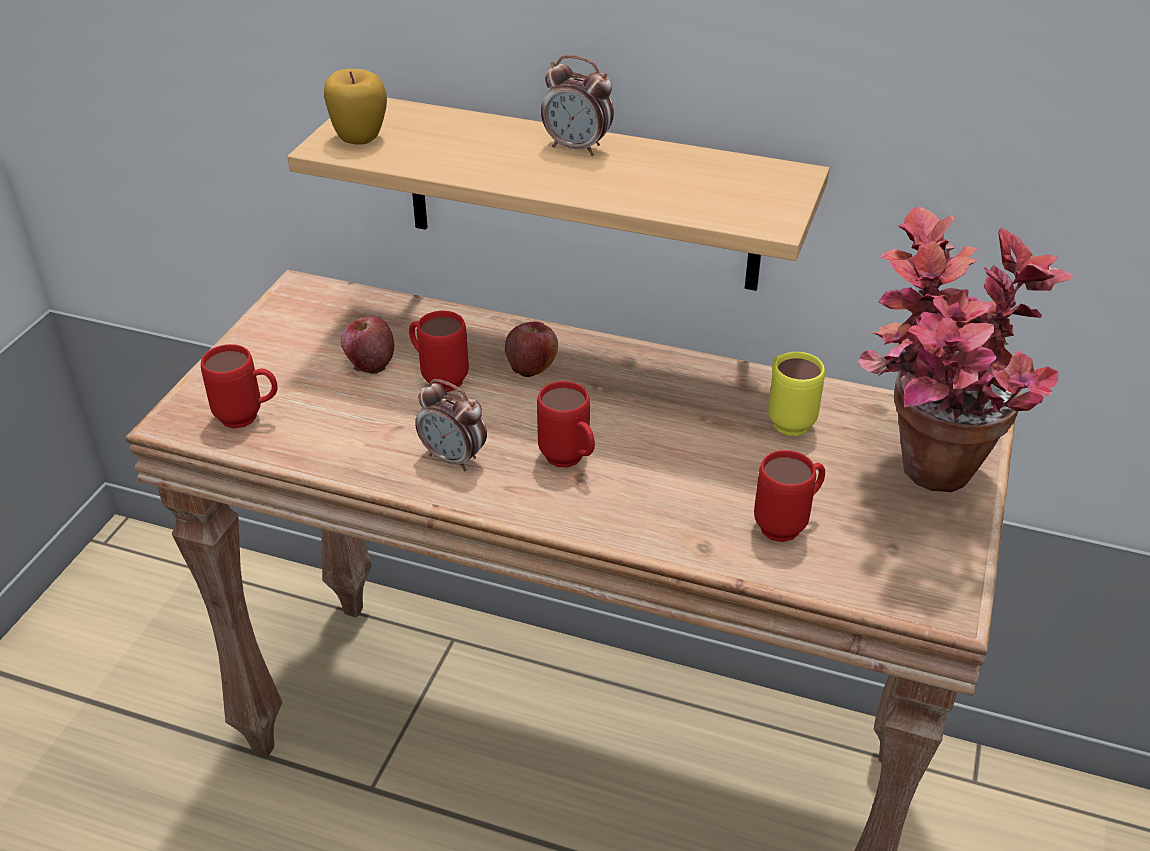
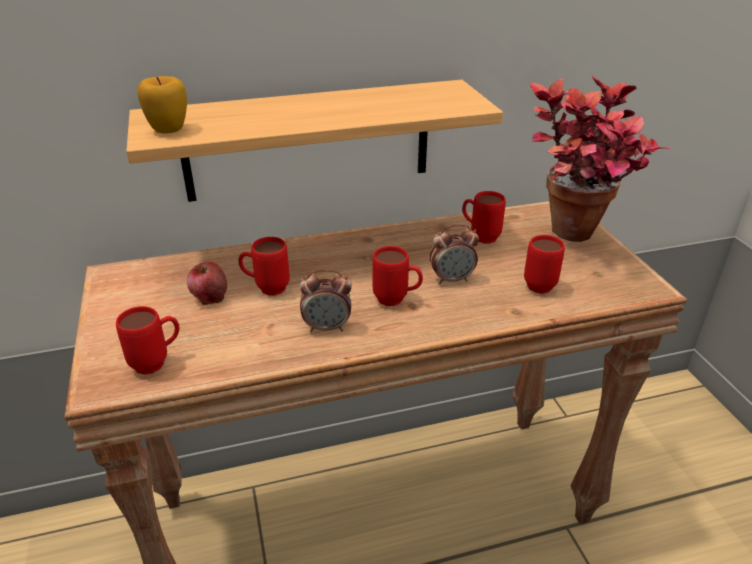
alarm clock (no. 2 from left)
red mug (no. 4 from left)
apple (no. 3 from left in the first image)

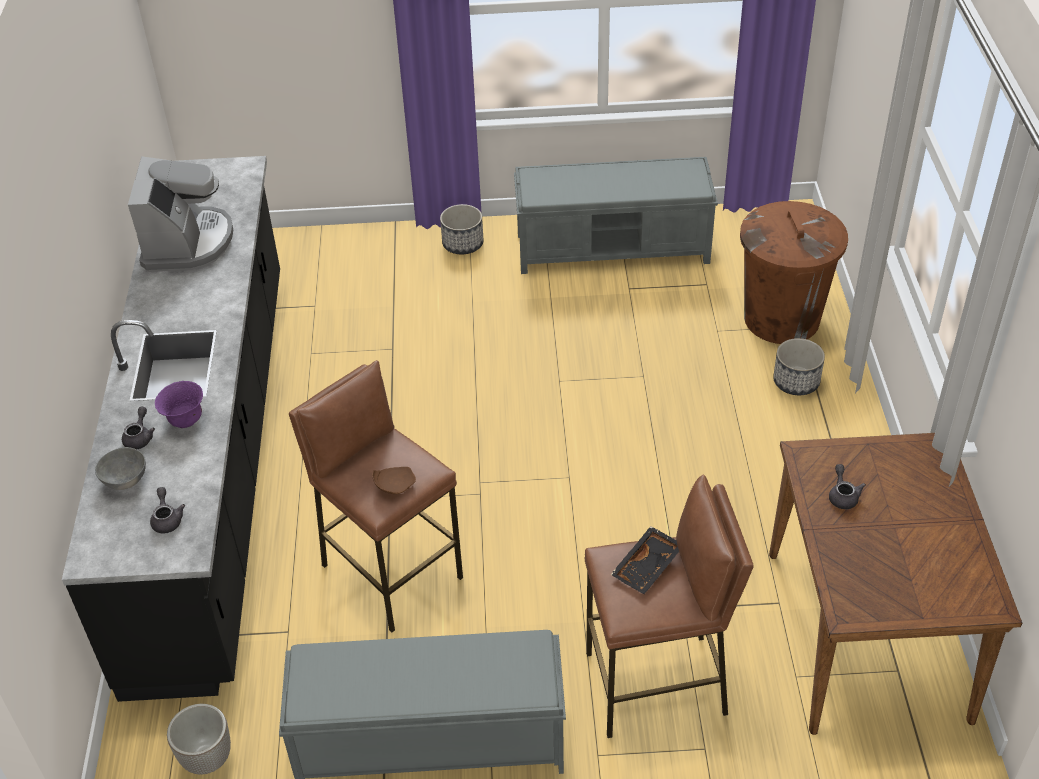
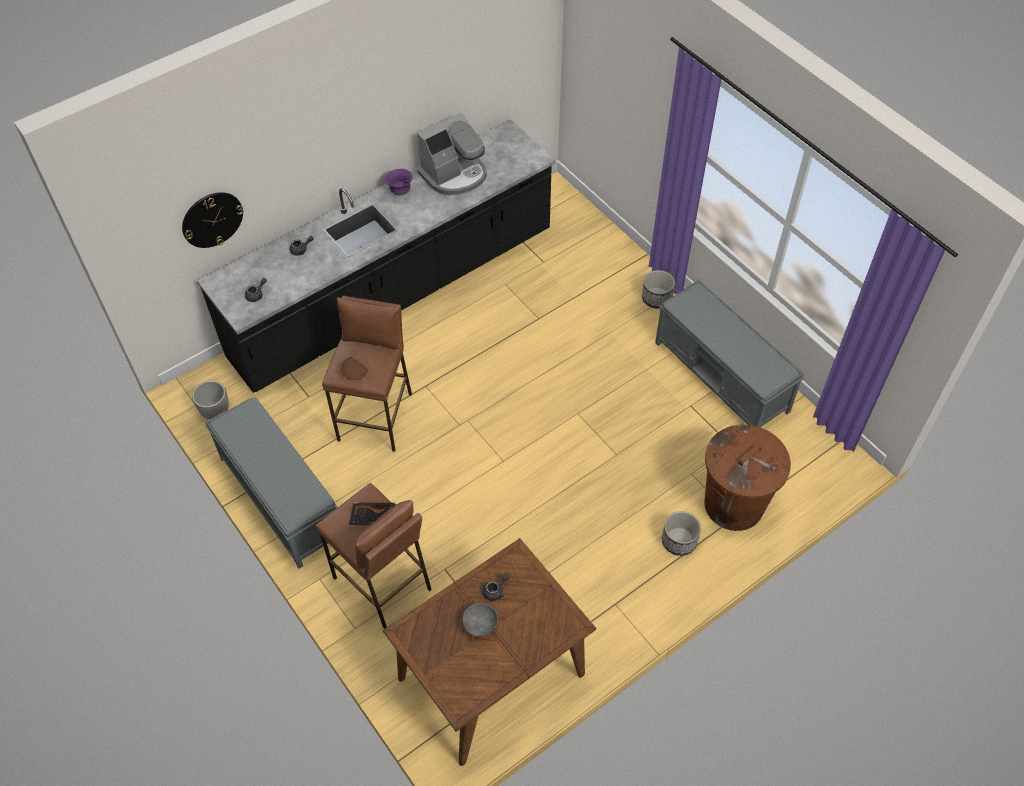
wall clock
purple bowl
grey bowl

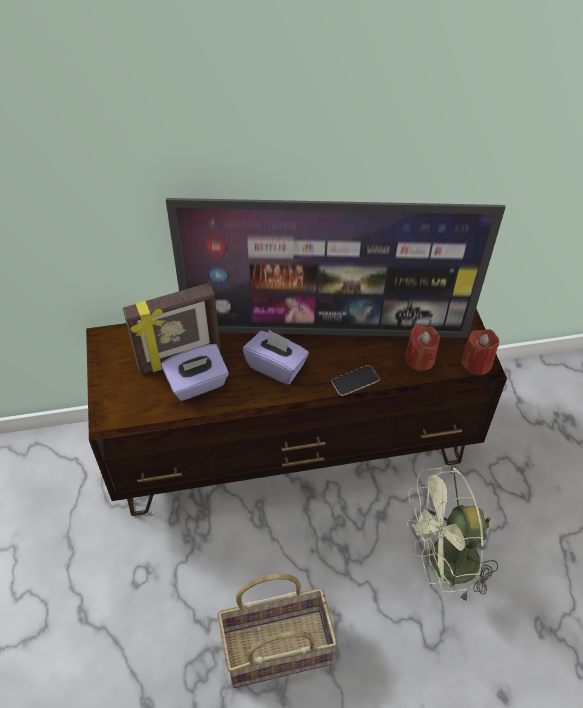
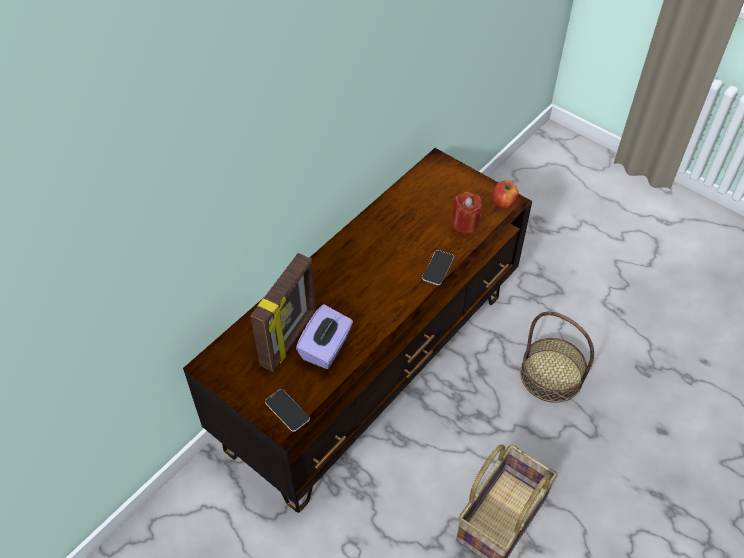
phone (no. 1 from left)
apple
basket (no. 2 from left)
television
purple tissue box (no. 2 from left in the first image)

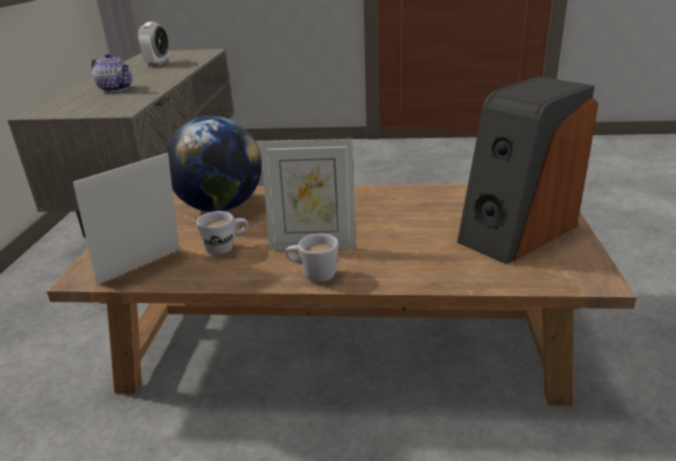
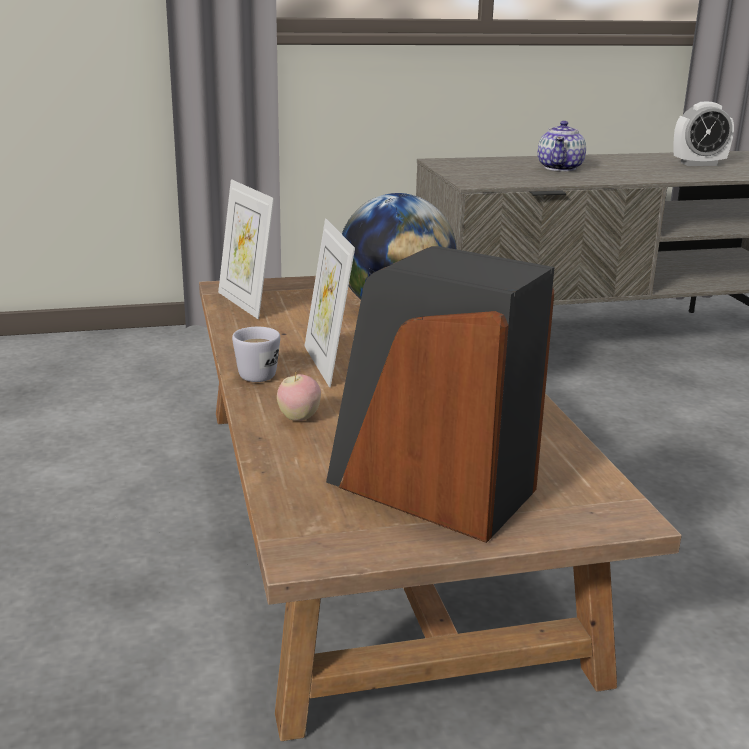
picture frame (no. 1 from left)
apple
white mug (no. 1 from left in the first image)

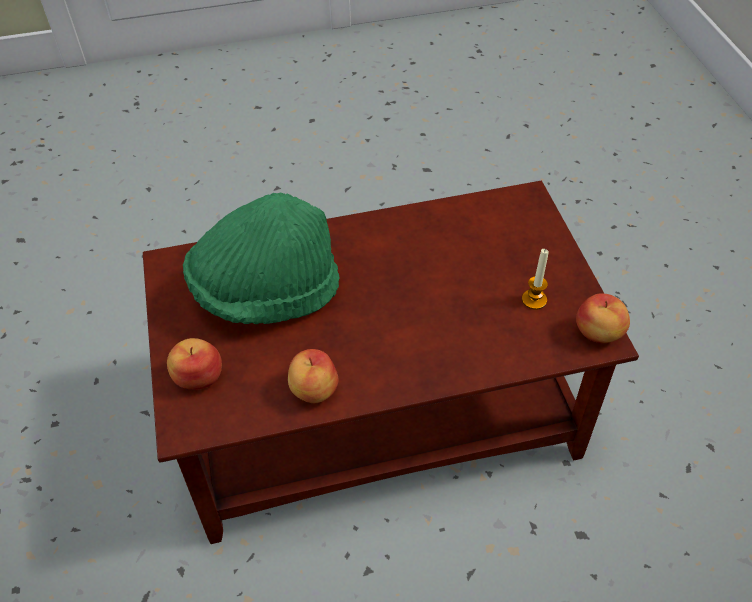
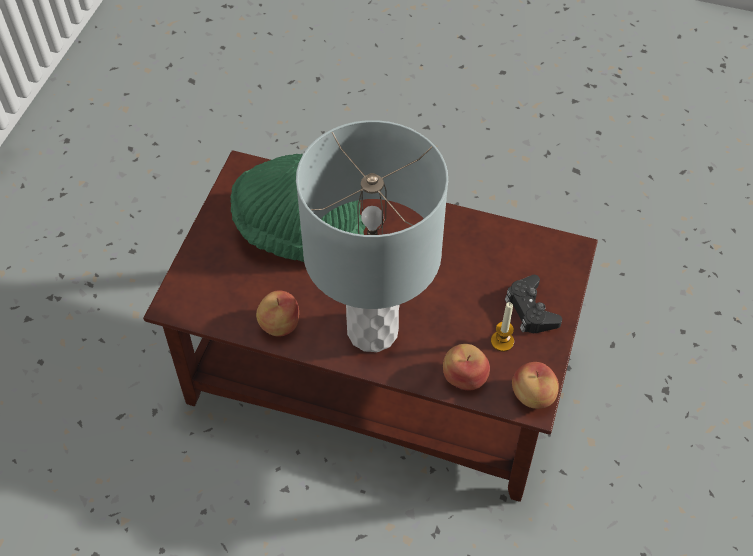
grey table lamp
apple (no. 2 from left)
black game controller

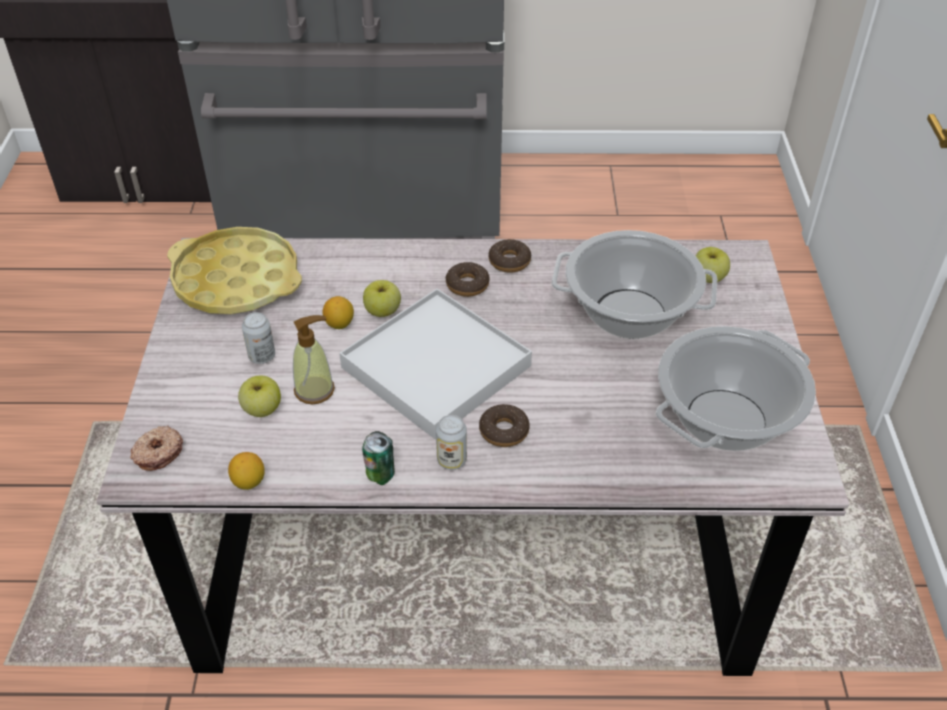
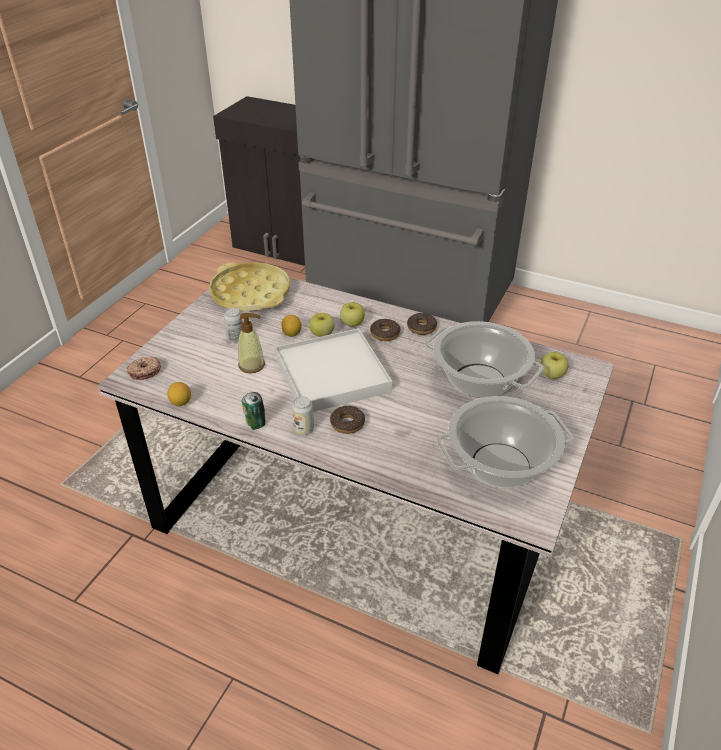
apple (no. 2 from left)

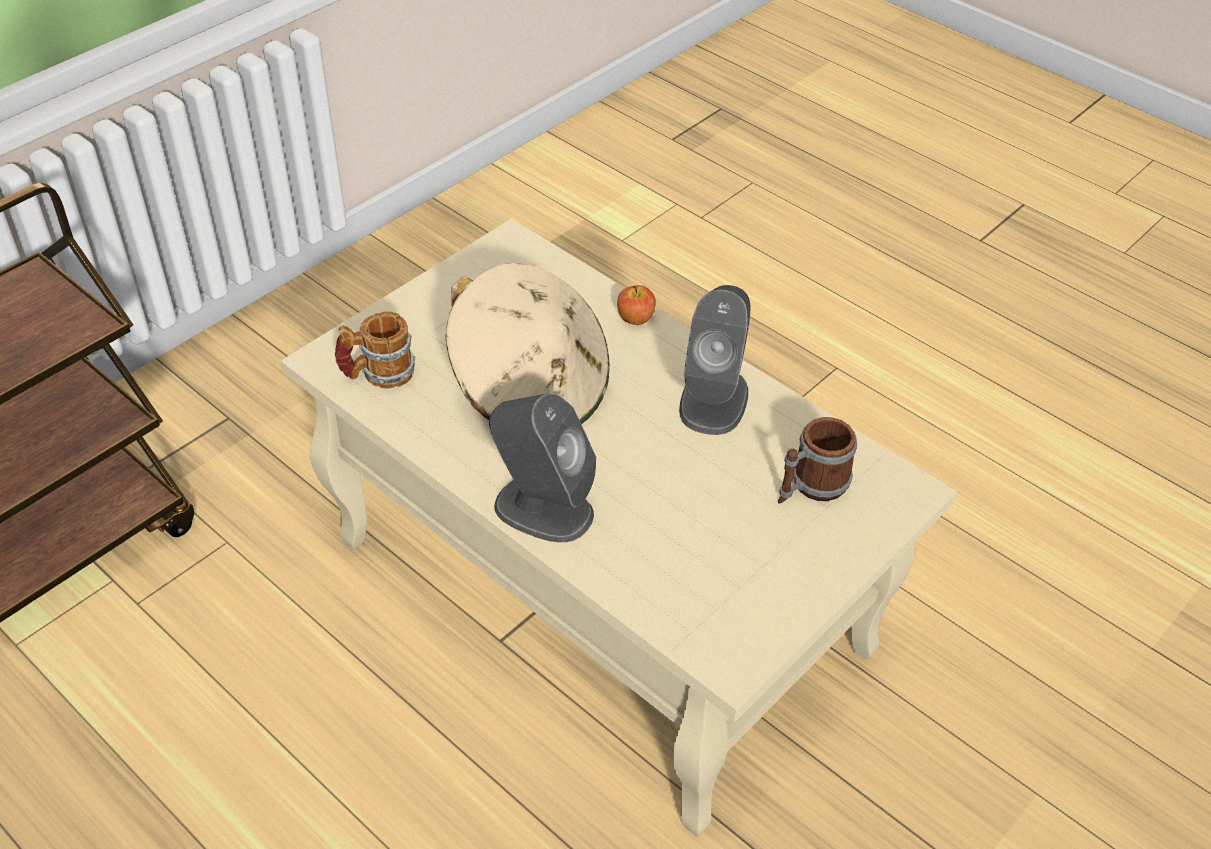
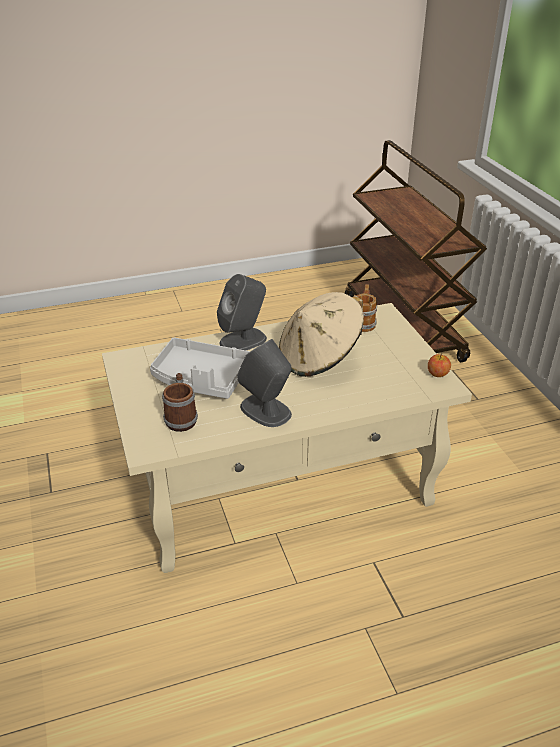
grey tray
apple

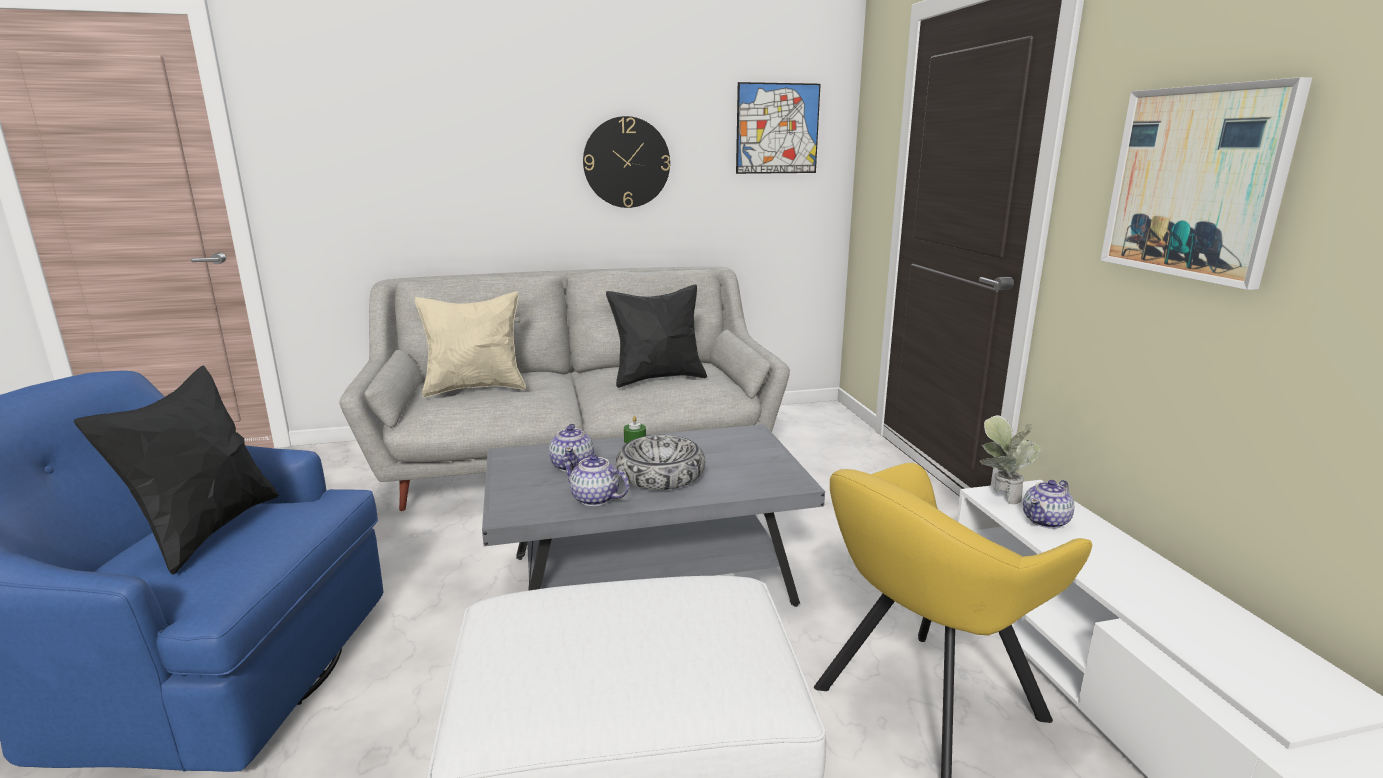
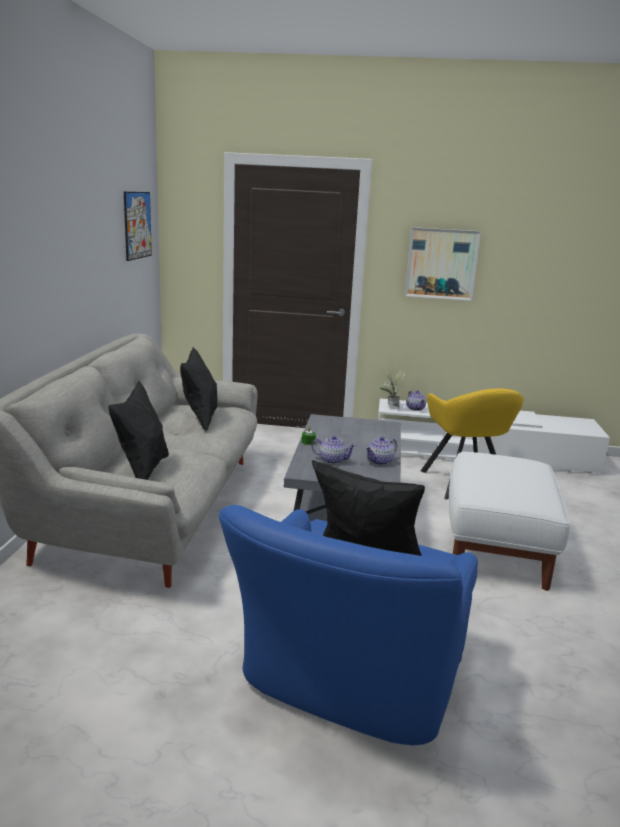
black pillow (no. 1 from left)
wall clock
bowl

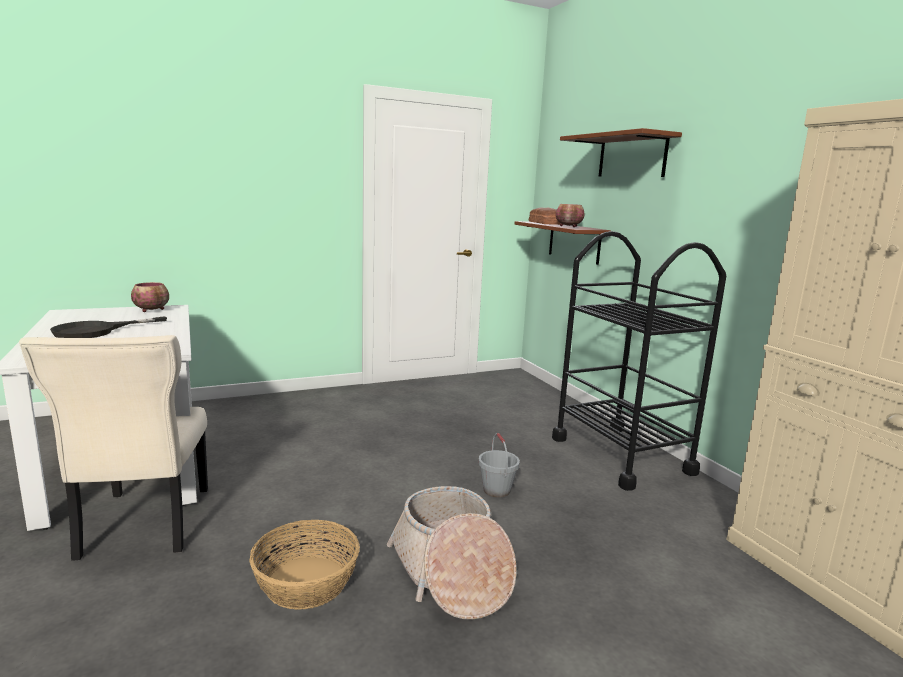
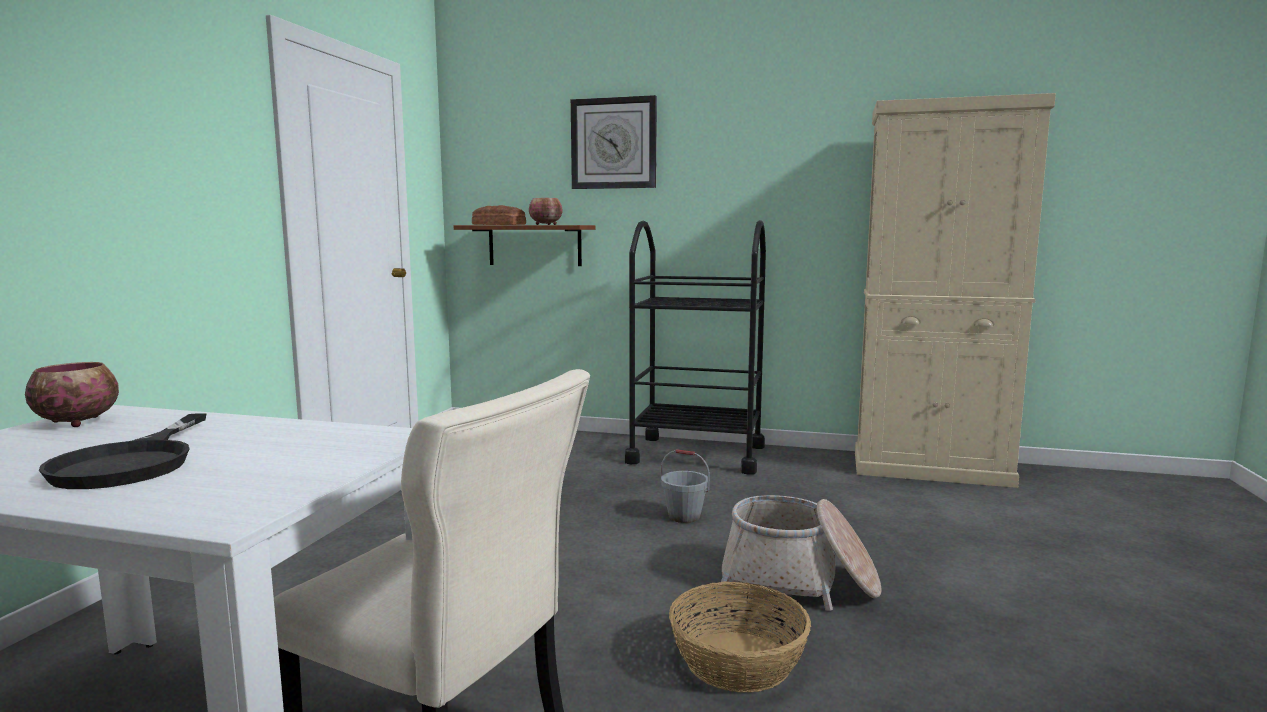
wall clock

